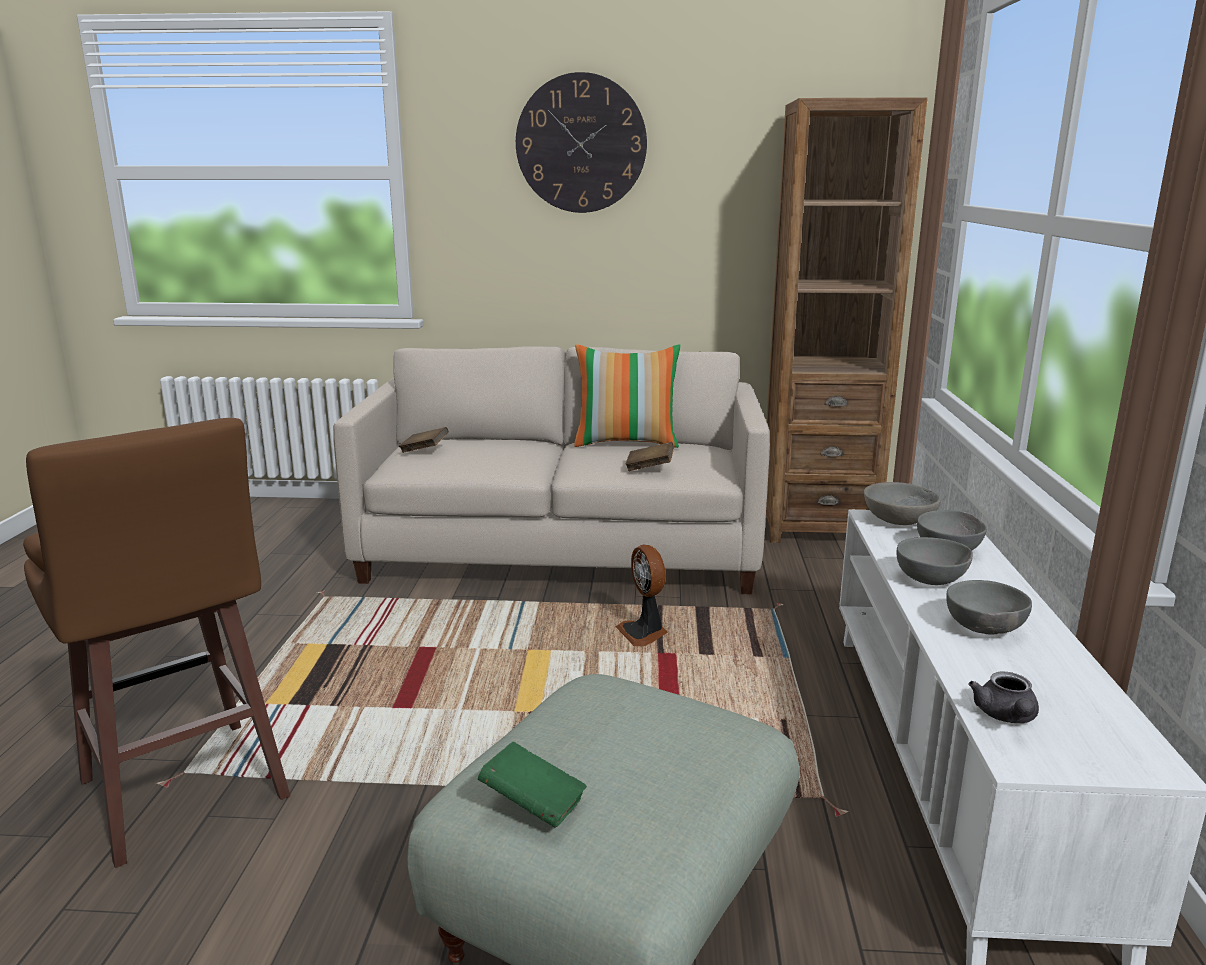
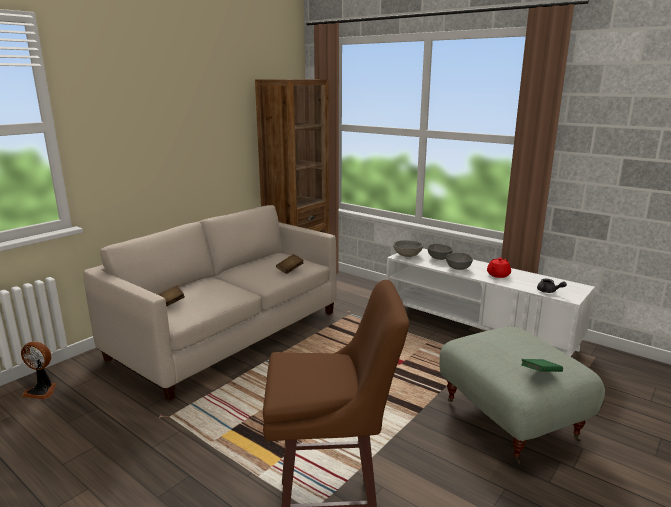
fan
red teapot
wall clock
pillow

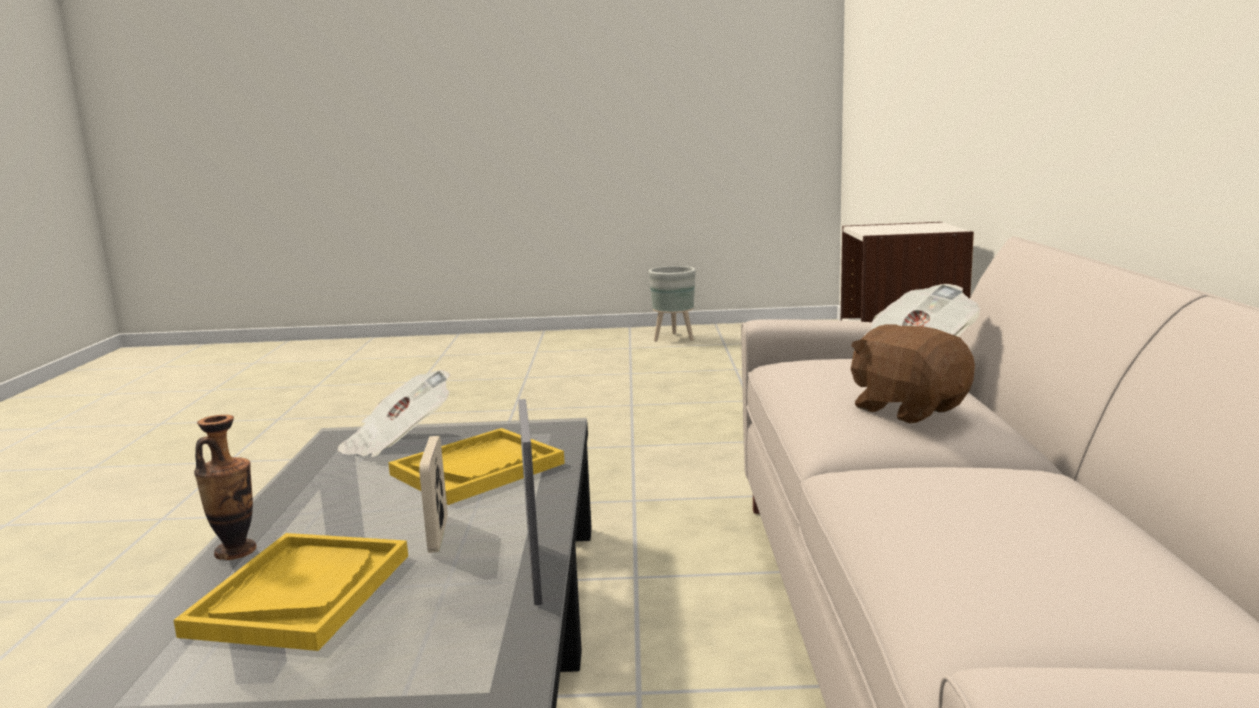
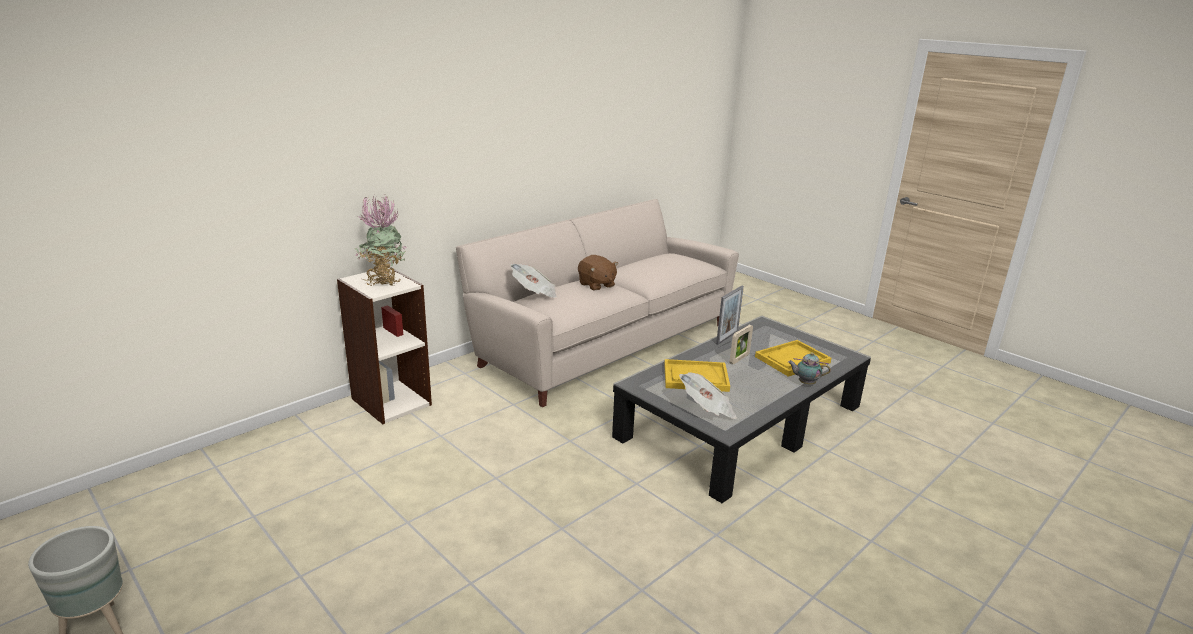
potted plant
brown plush toy
teapot

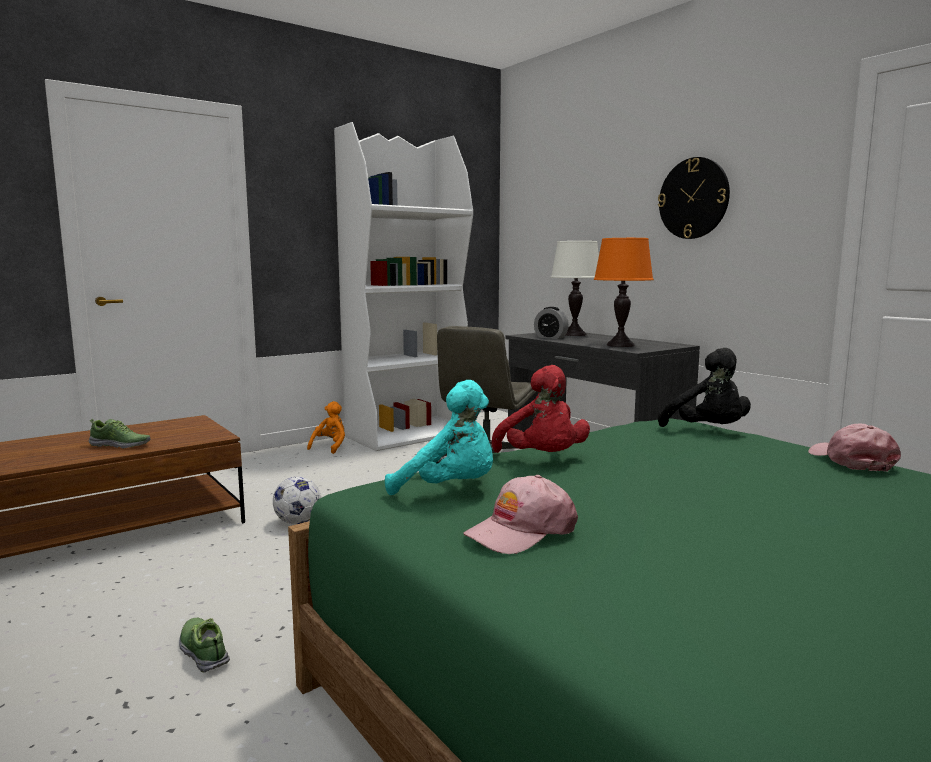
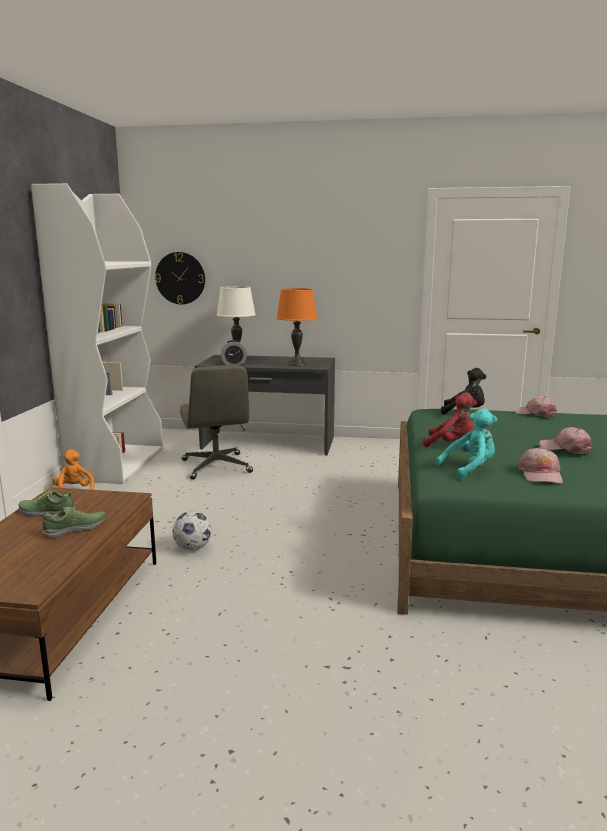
shoe (no. 1 from left)
wall clock
pink cap (no. 3 from left)

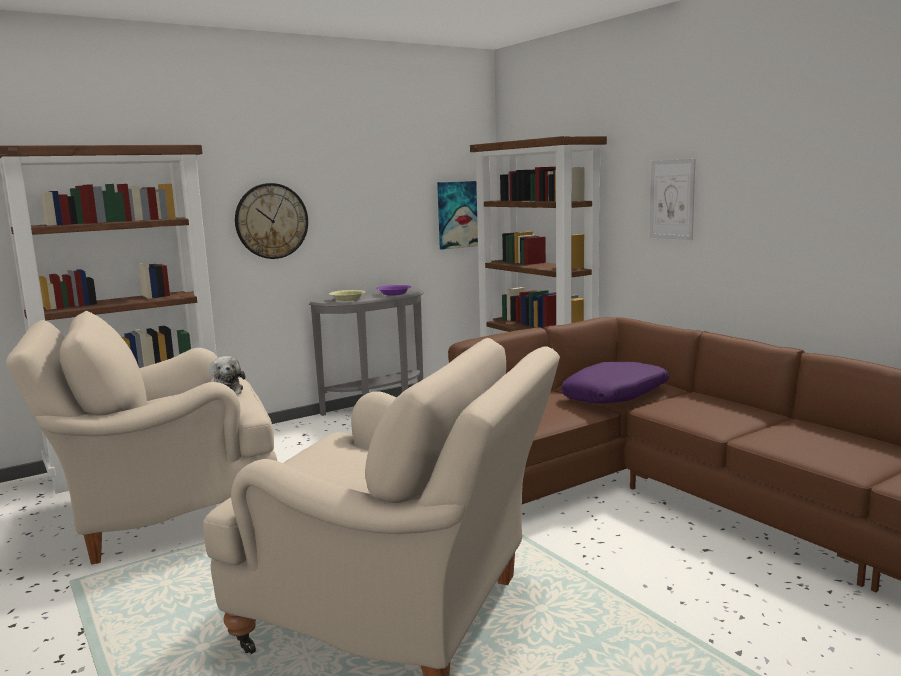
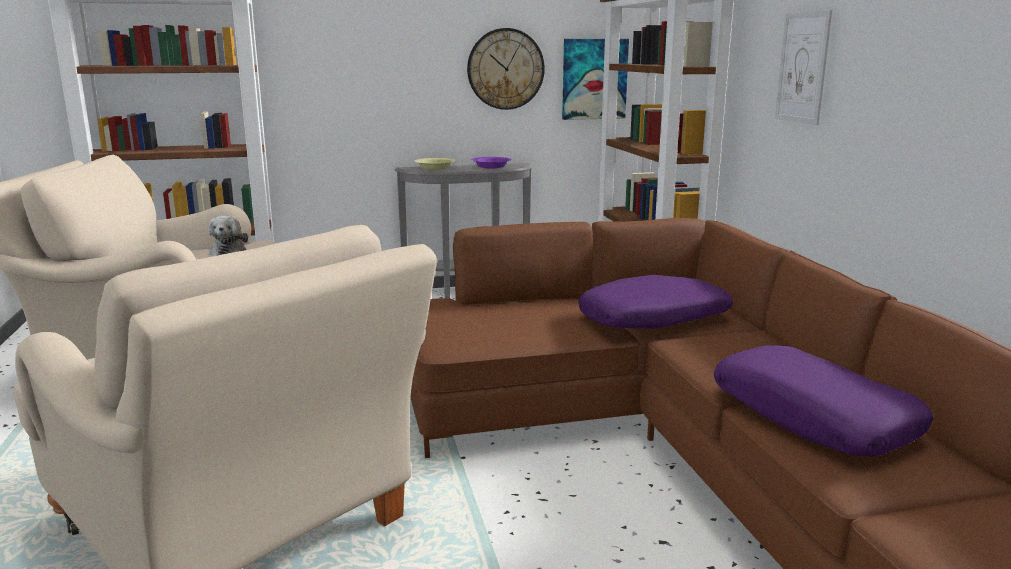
wall clock
purple pillow (no. 2 from left)

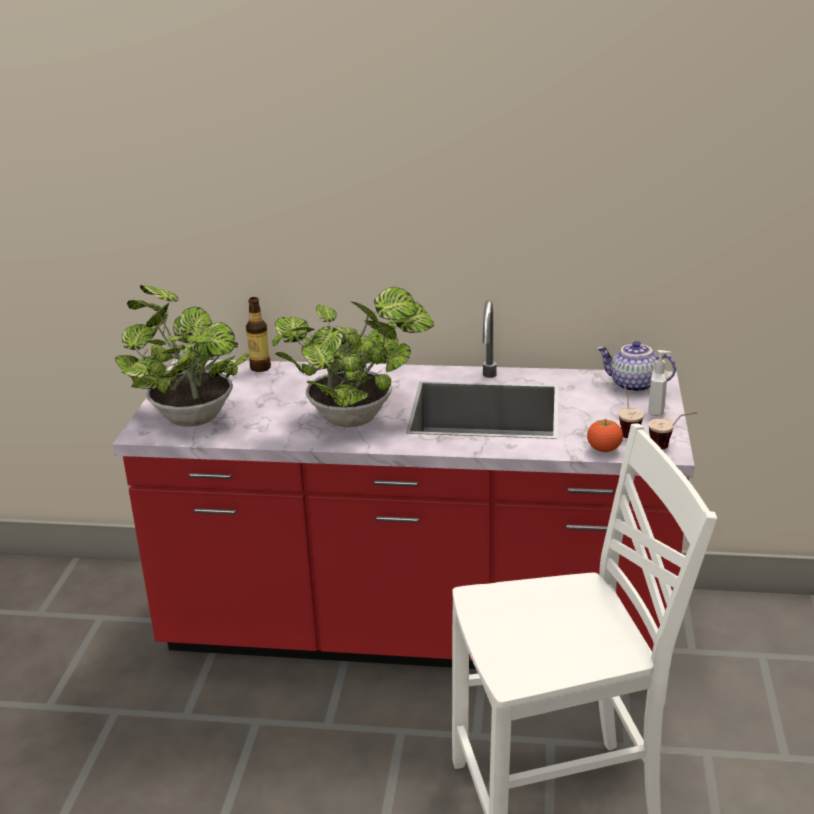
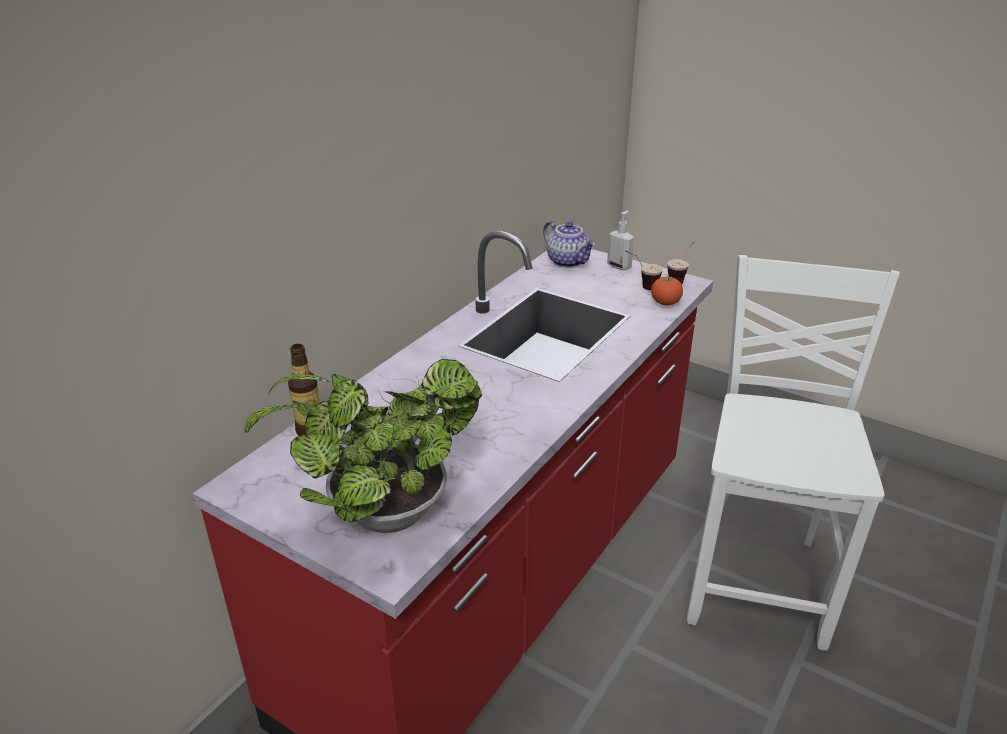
teapot
potted plant (no. 2 from left in the first image)

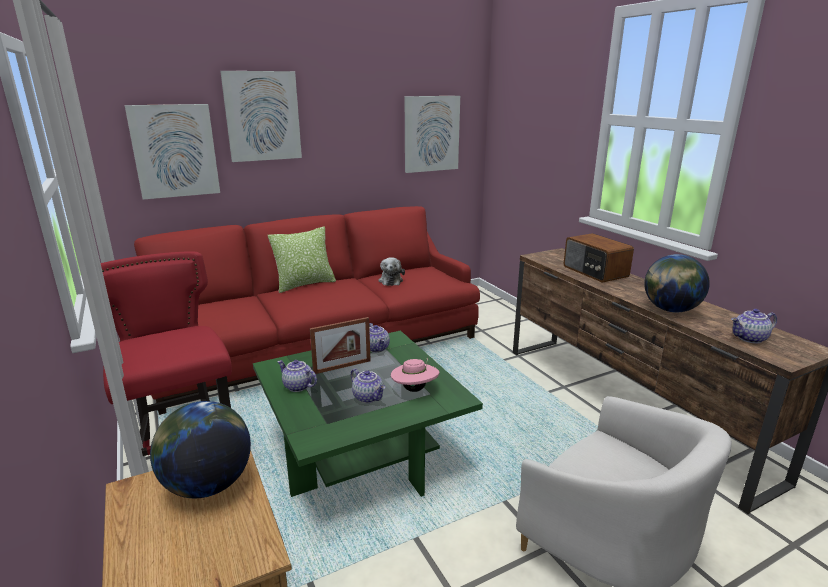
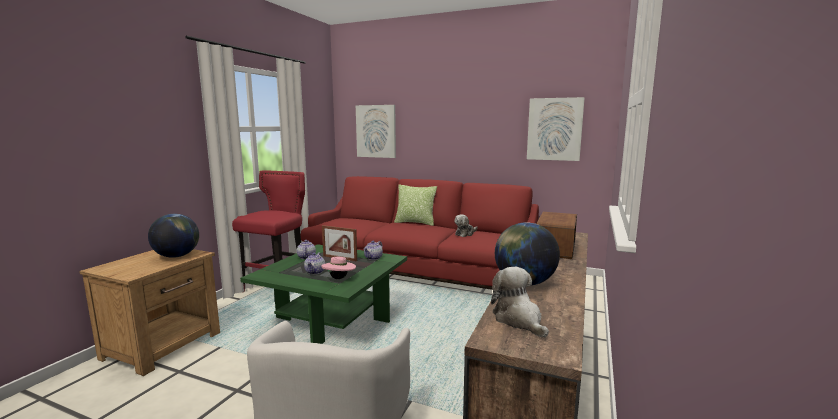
plush toy (no. 2 from left)
picture (no. 2 from left in the first image)

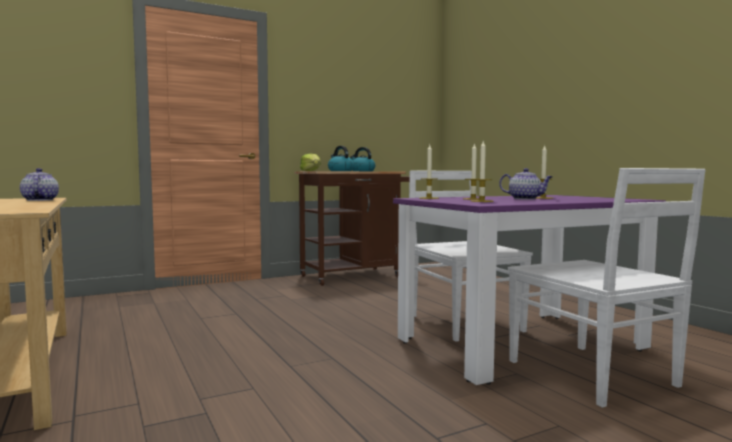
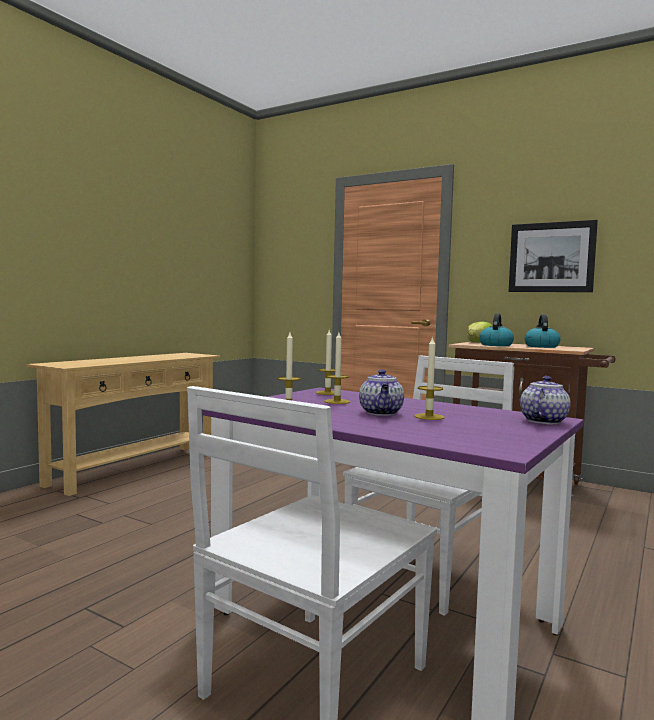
picture
teapot (no. 2 from left)

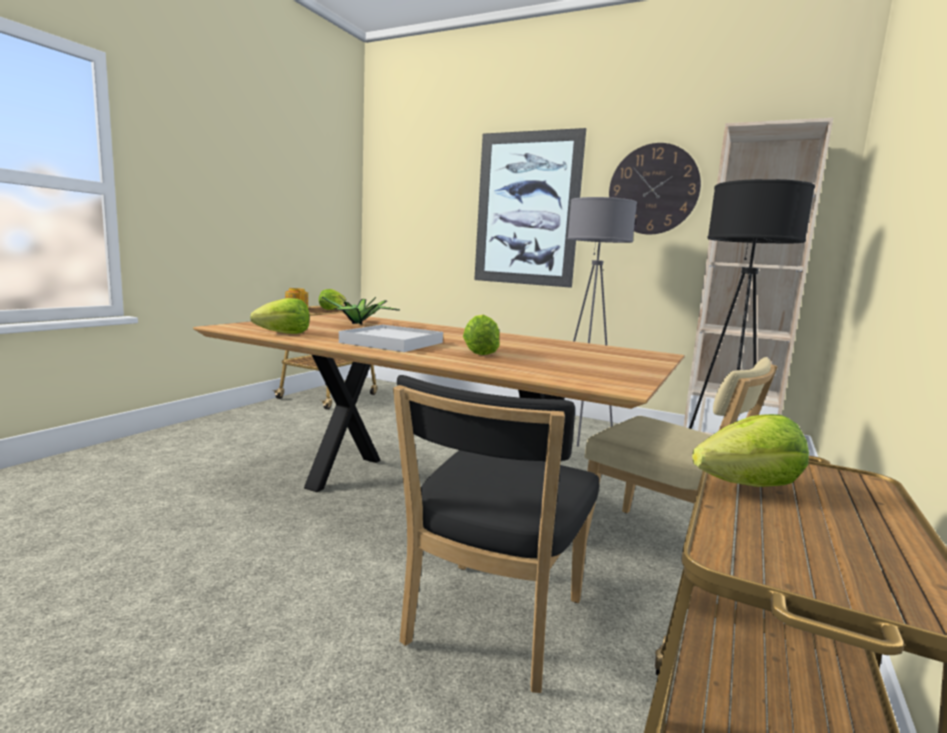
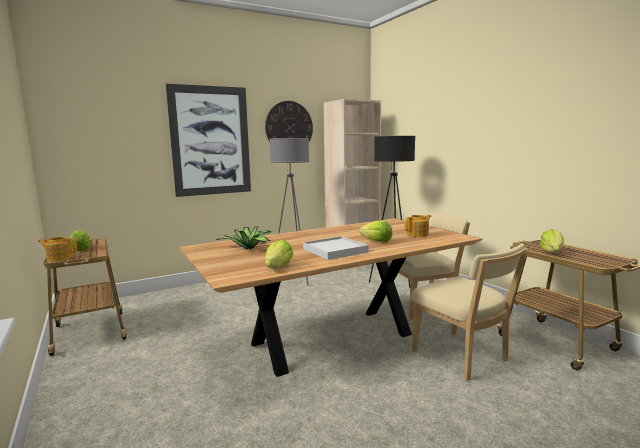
teapot (no. 2 from left)
beige chair (no. 2 from left)

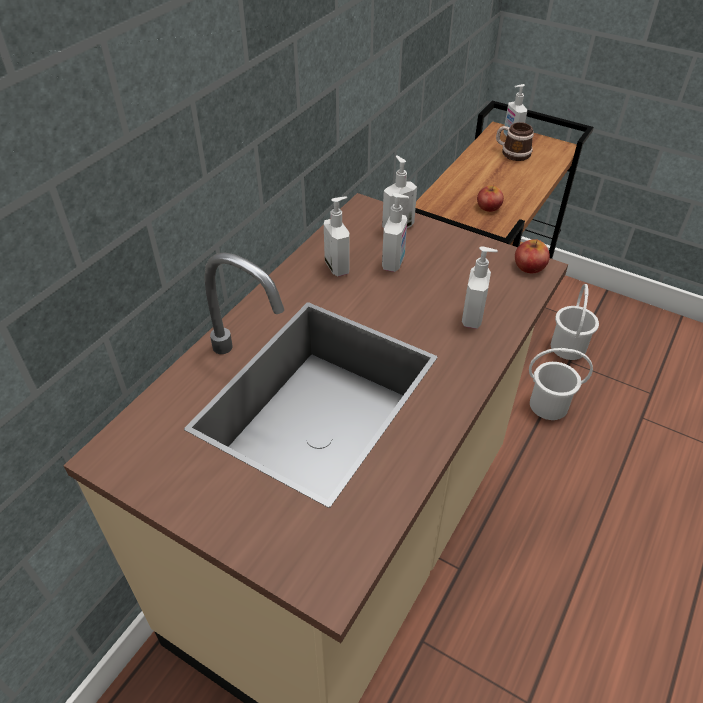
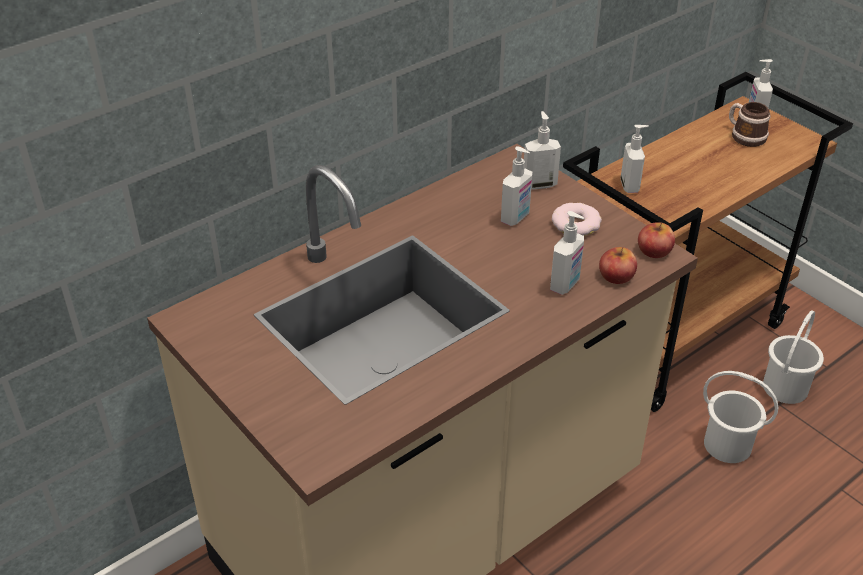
donut
apple (no. 1 from left)
soap dispenser (no. 4 from left)

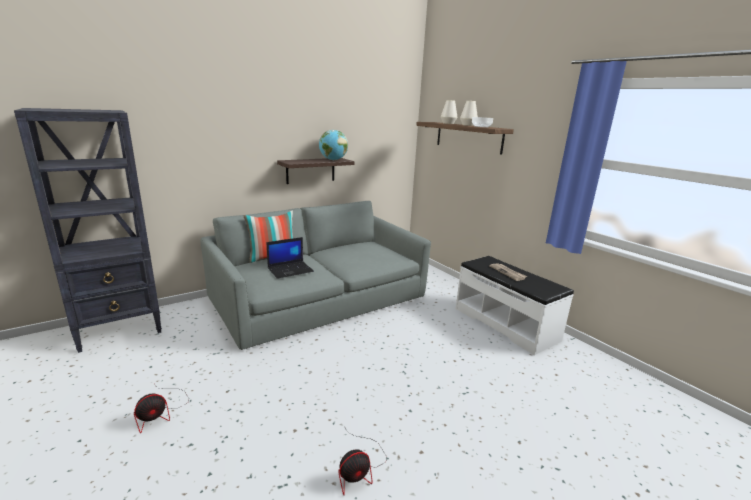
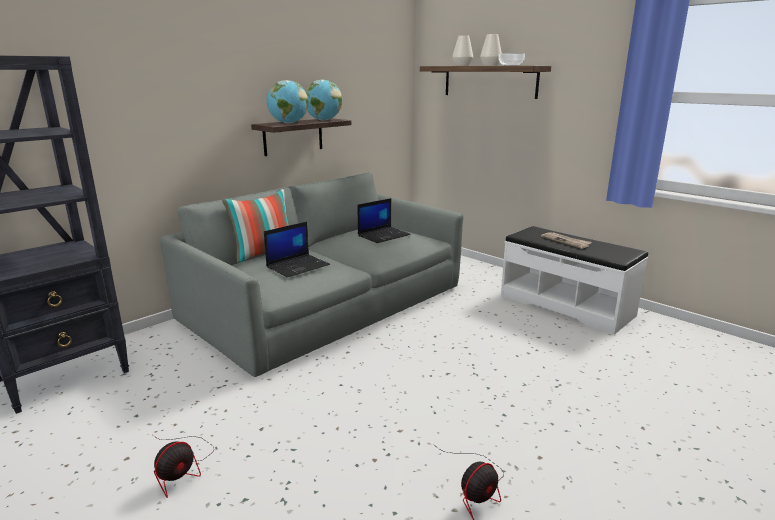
globe (no. 1 from left)
laptop (no. 2 from left)

